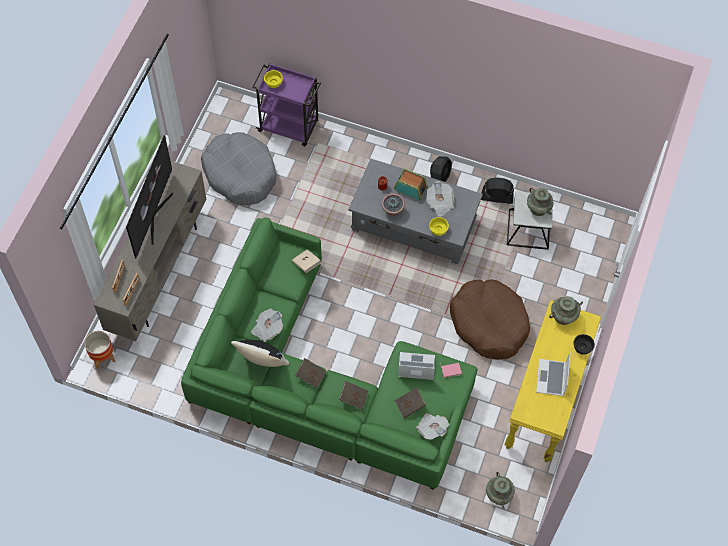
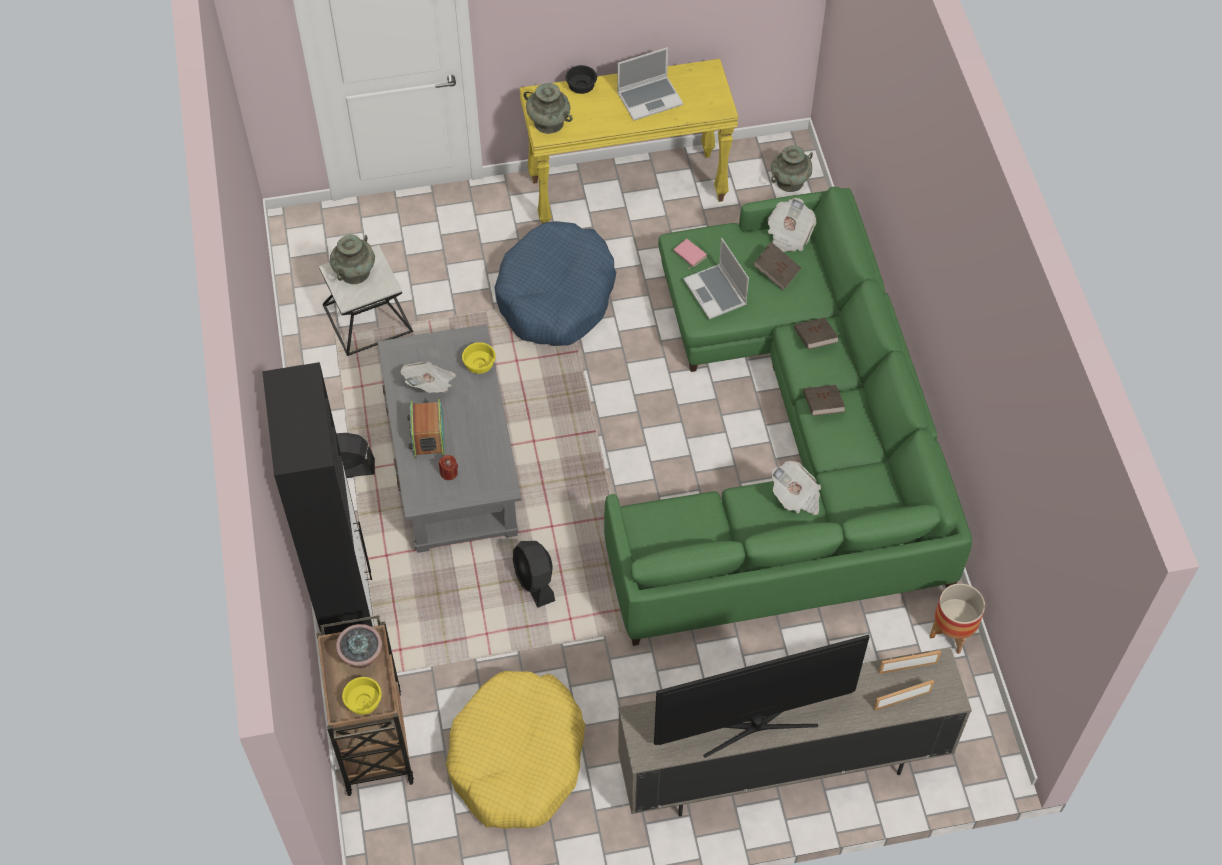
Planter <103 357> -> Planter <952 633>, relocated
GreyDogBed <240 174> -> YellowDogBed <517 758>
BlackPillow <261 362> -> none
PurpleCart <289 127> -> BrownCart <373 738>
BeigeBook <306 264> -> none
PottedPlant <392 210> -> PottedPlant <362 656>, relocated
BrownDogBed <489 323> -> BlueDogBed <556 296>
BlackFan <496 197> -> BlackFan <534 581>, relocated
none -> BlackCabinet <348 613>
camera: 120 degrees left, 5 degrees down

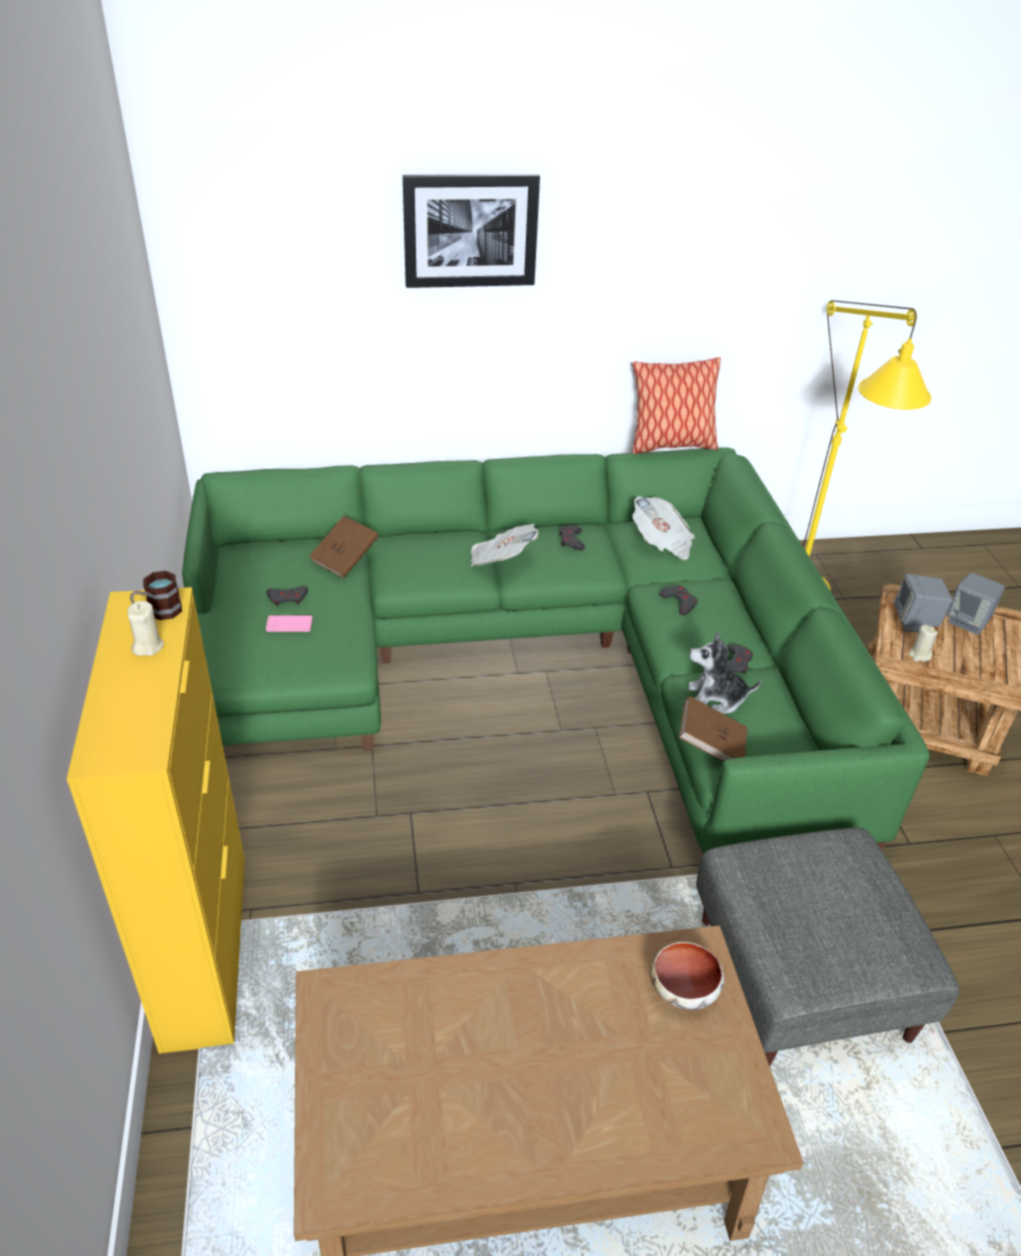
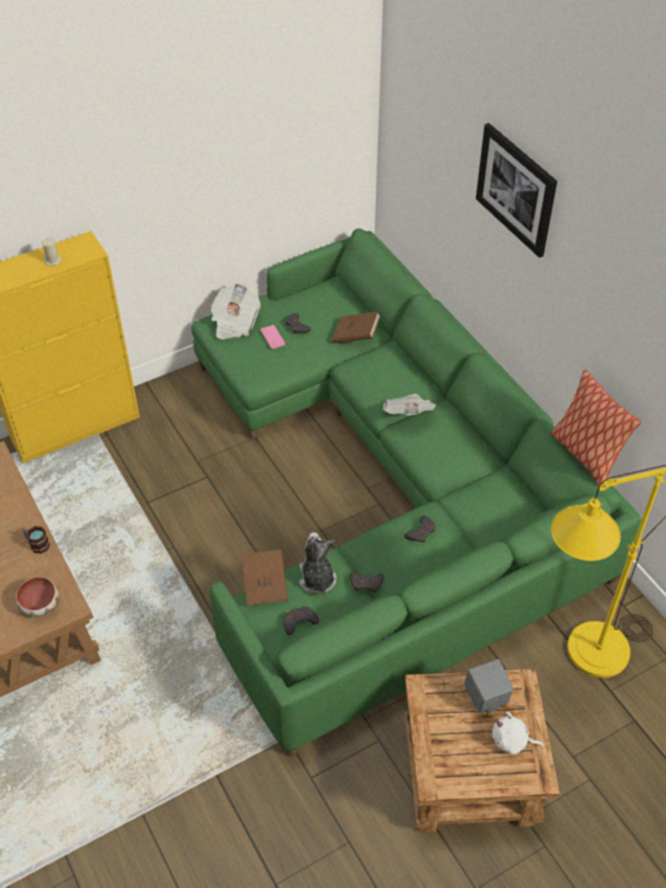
Mug <158 612> -> Mug <37 544>, relocated
GreyGameController <571 541> -> GreyGameController <299 622>, relocated
Newspaper <662 543> -> Newspaper <234 323>, relocated
GreyOttoman <803 978> -> none
BeigeCandle <919 655> -> none
GreySpeaker <968 622> -> WhitePlushToy <512 741>
camera: 70 degrees right, 10 degrees up

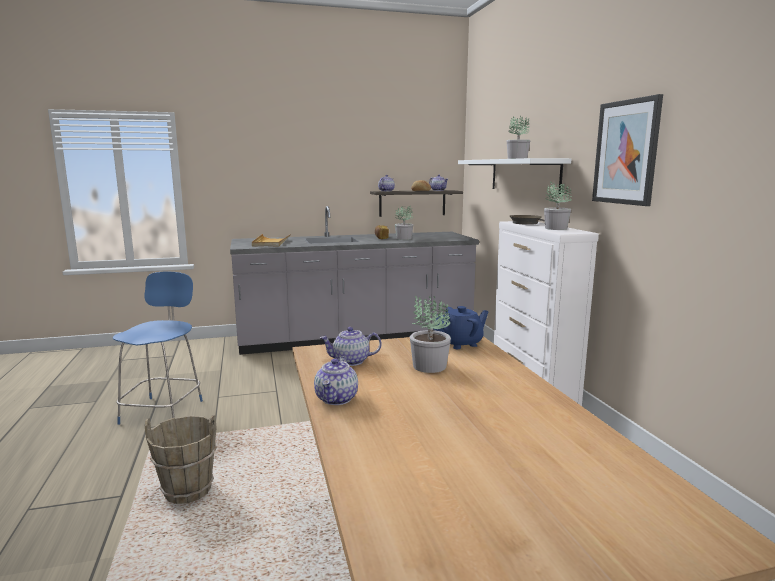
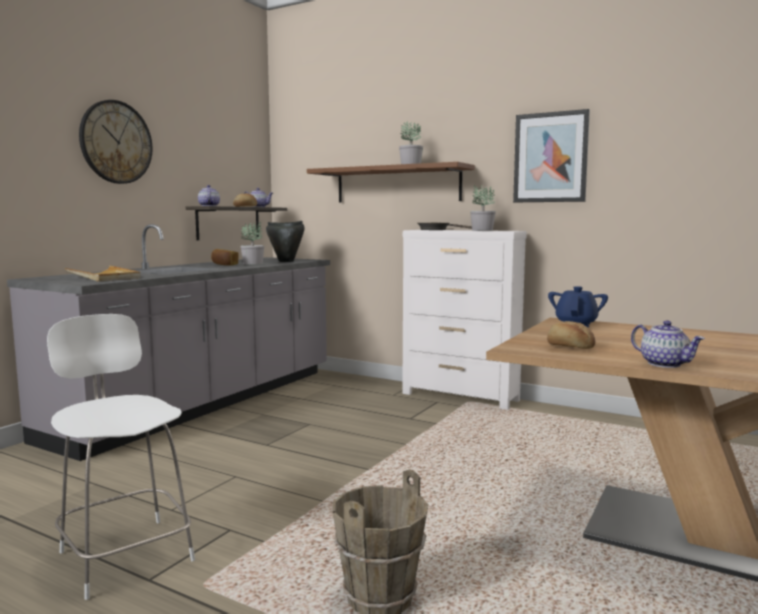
BlueChair <163 410> -> WhiteChair <125 553>
Teapot <350 361> -> Bread <569 347>
PottedPlant <429 366> -> none
WhiteShelf <524 175> -> BrownShelf <397 185>
none -> WallClock <116 142>
none -> BlackCookingPot <286 261>
camera: 45 degrees left, 5 degrees down

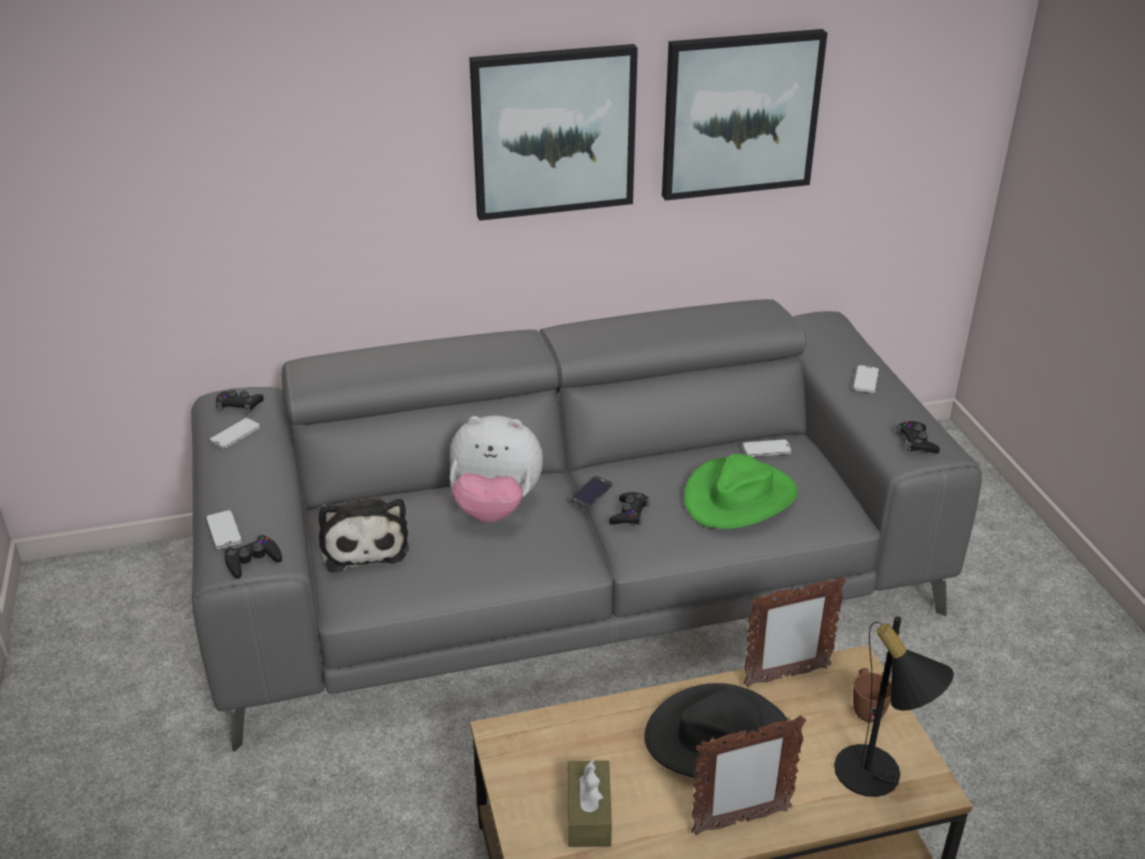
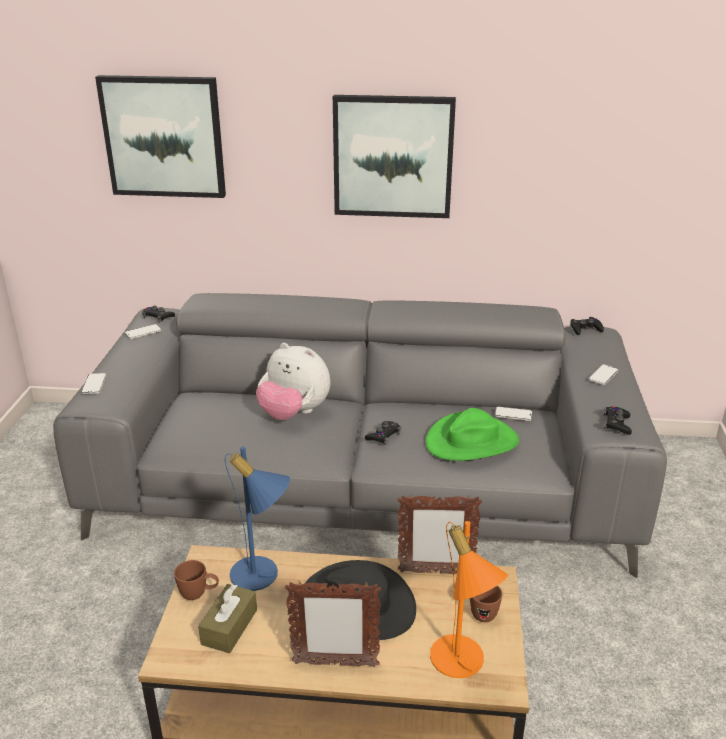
BlackGameController <252 561> -> BlackGameController <585 329>, relocated
PlushToy <364 544> -> none
Phone <591 492> -> none
Picture <740 114> -> Picture <164 137>, relocated
BlackTableLamp <877 779> -> OrangeTableLamp <461 664>
none -> BrownMug <199 594>
none -> BlueTableLamp <262 577>
camera: 20 degrees right, 5 degrees down

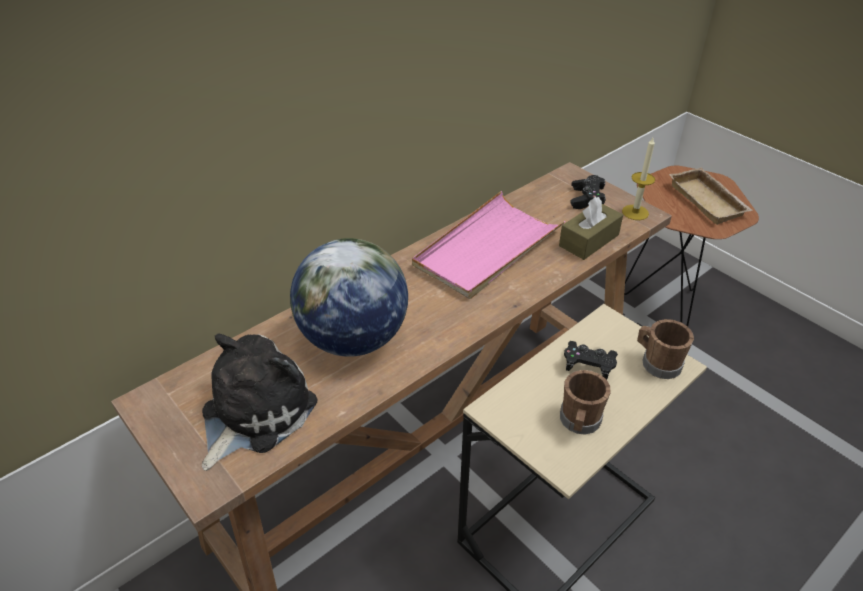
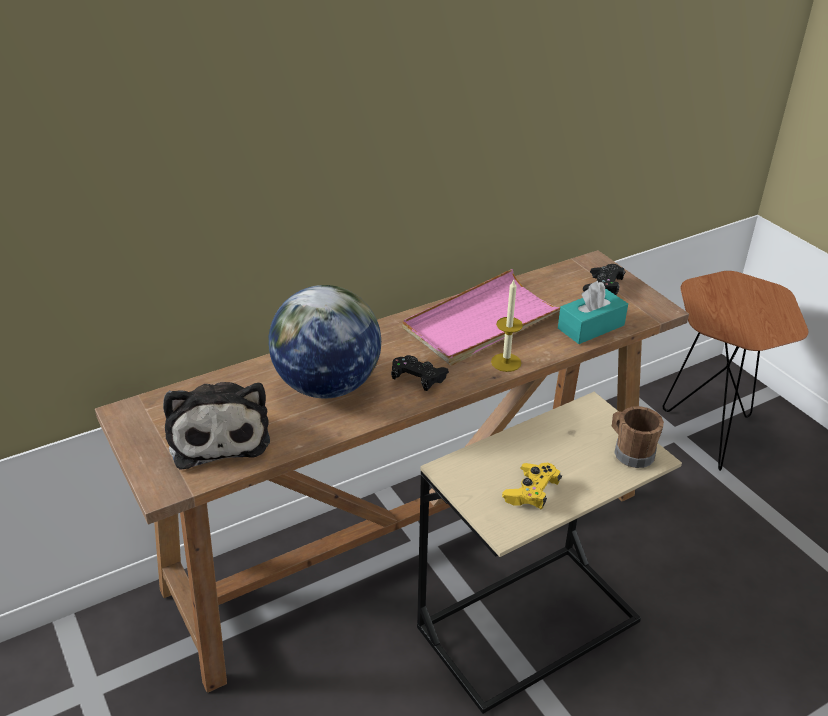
PlushToy <253 412> -> PlushToy <218 434>, 120 degrees clockwise
BrownTissueBox <589 240> -> TurquoiseTissueBox <591 327>
BrownMug <579 422> -> YellowGameController <531 493>
BlackGameController <588 366> -> BlackGameController <418 379>, relocated
Candle <635 212> -> Candle <506 362>, relocated
BeigeTray <709 201> -> none
camera: 10 degrees right, 5 degrees down

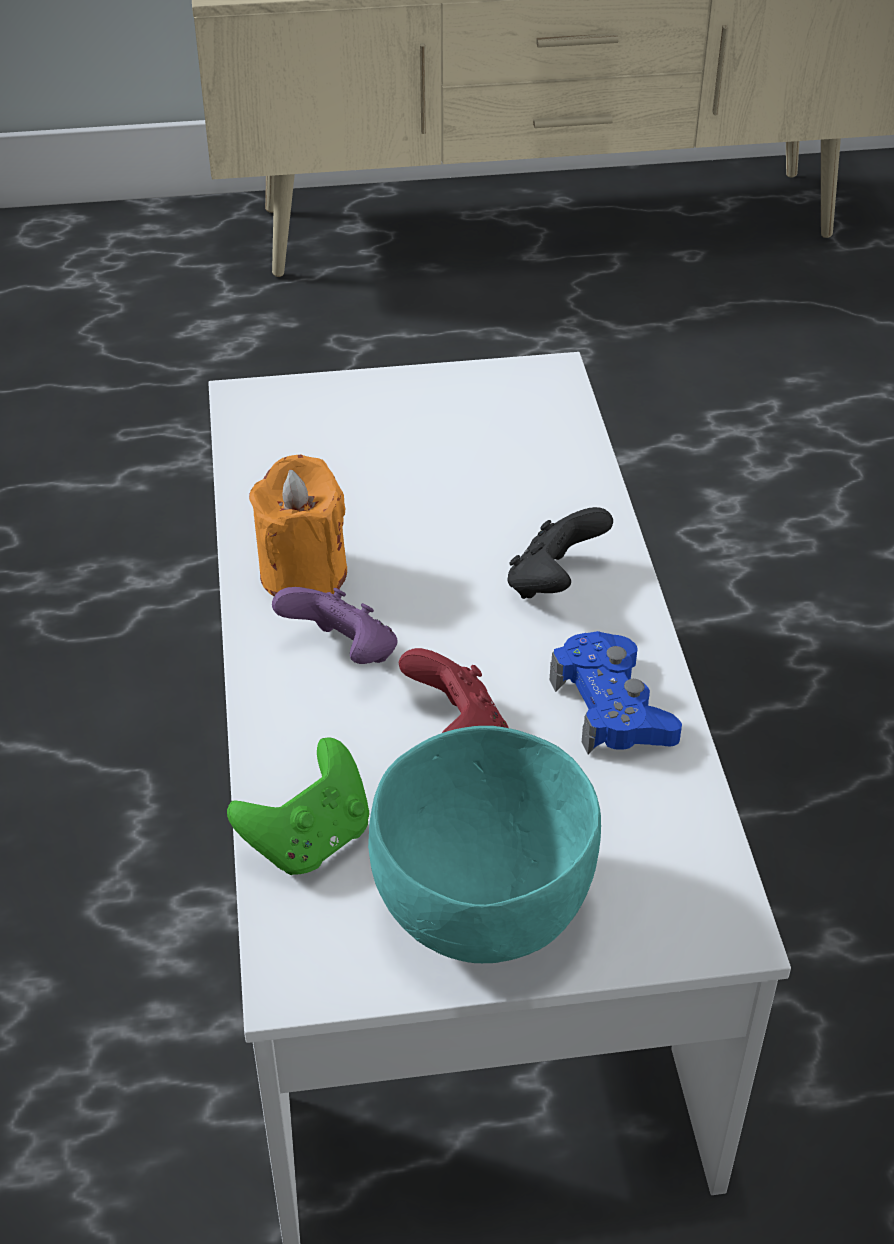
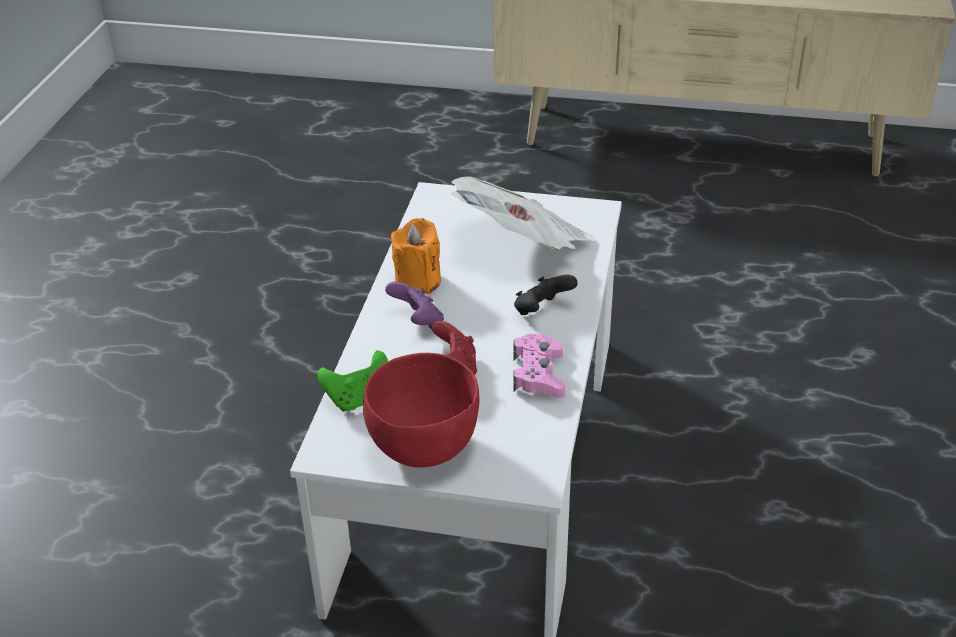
TurquoiseBowl <482 912> -> RedBowl <423 448>
BlueGameController <612 708> -> PinkGameController <538 374>
none -> Newspaper <523 245>
camera: 20 degrees right, 5 degrees down

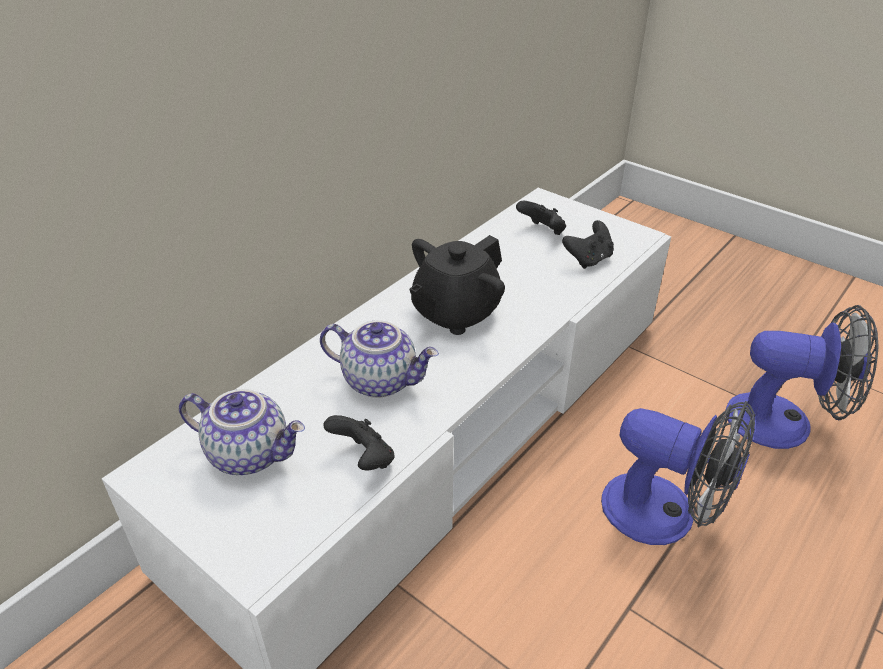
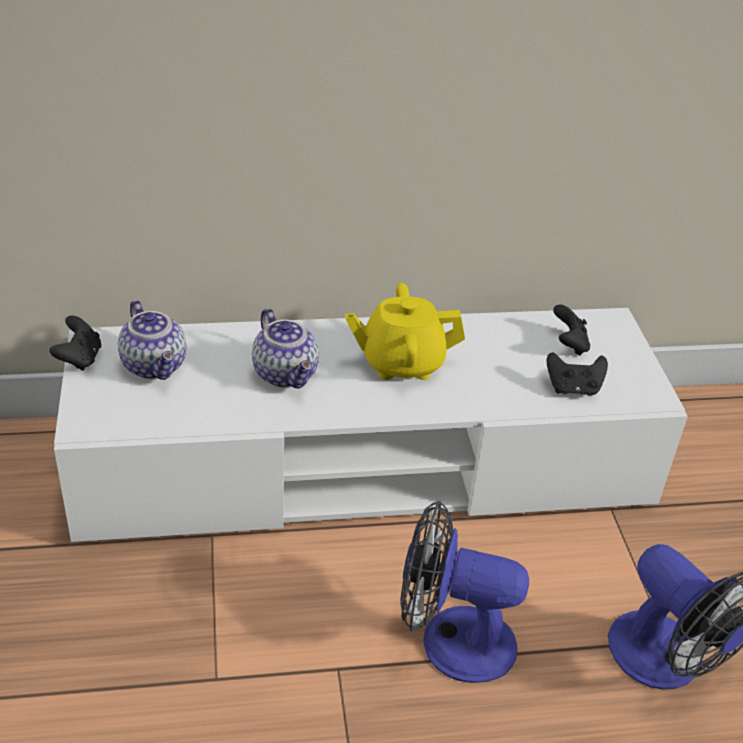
BlackGameController <364 459> -> BlackGameController <79 359>, relocated
BlackTeapot <455 313> -> YellowTeapot <401 363>
Fan <664 515> -> Fan <451 640>, 120 degrees clockwise
camera: 40 degrees right, 0 degrees up

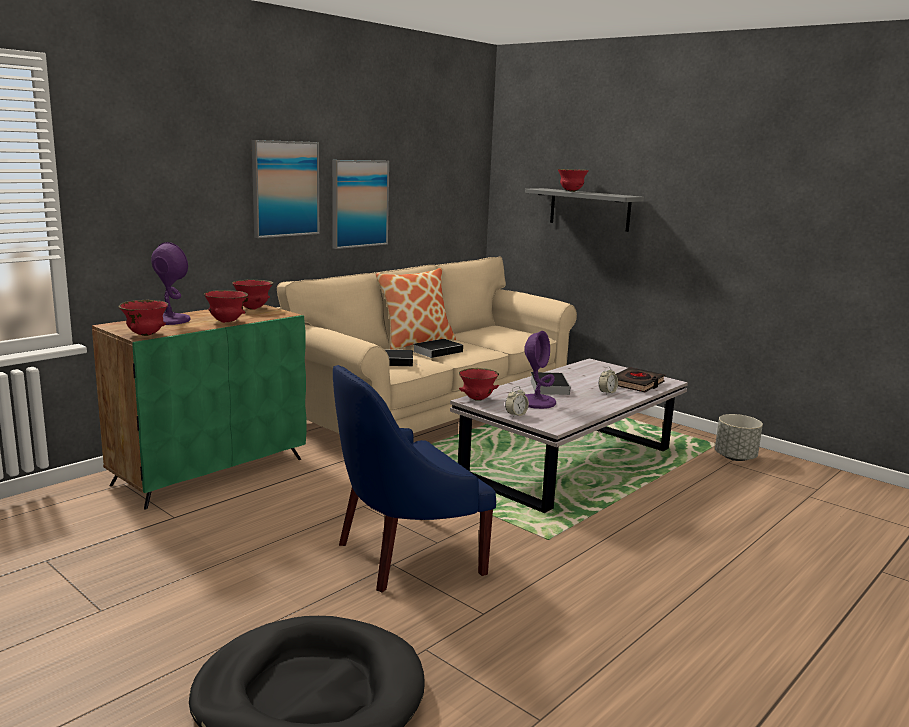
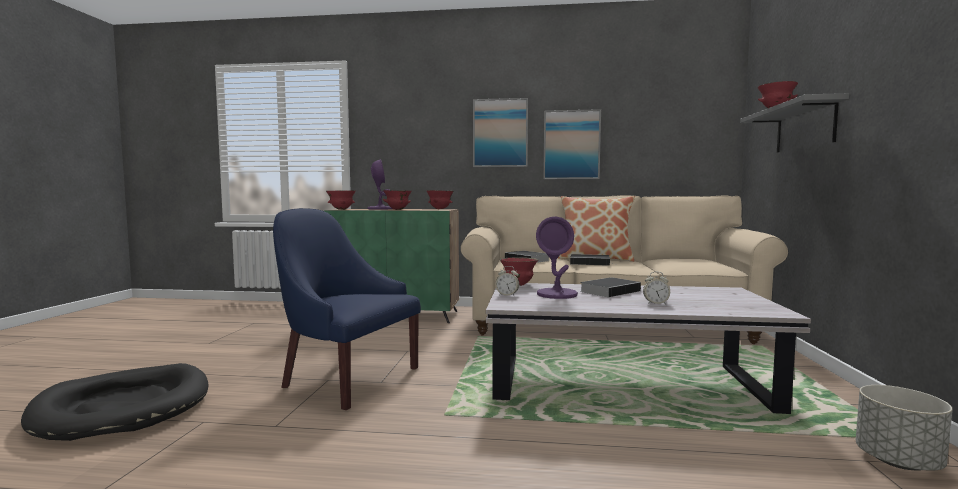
BlackBook <636 384> -> none
camera: 55 degrees right, 10 degrees down

